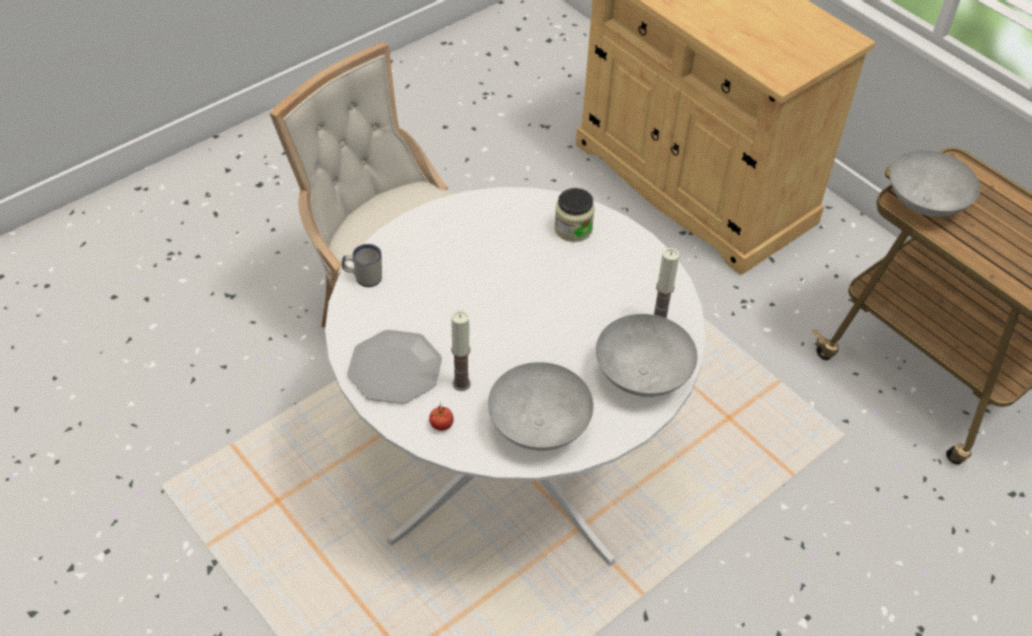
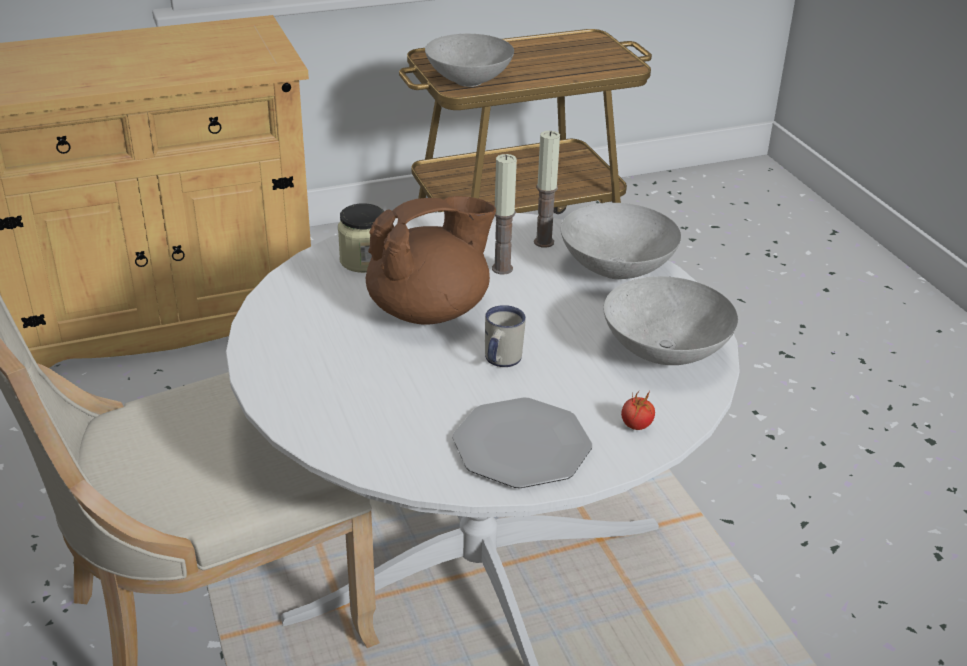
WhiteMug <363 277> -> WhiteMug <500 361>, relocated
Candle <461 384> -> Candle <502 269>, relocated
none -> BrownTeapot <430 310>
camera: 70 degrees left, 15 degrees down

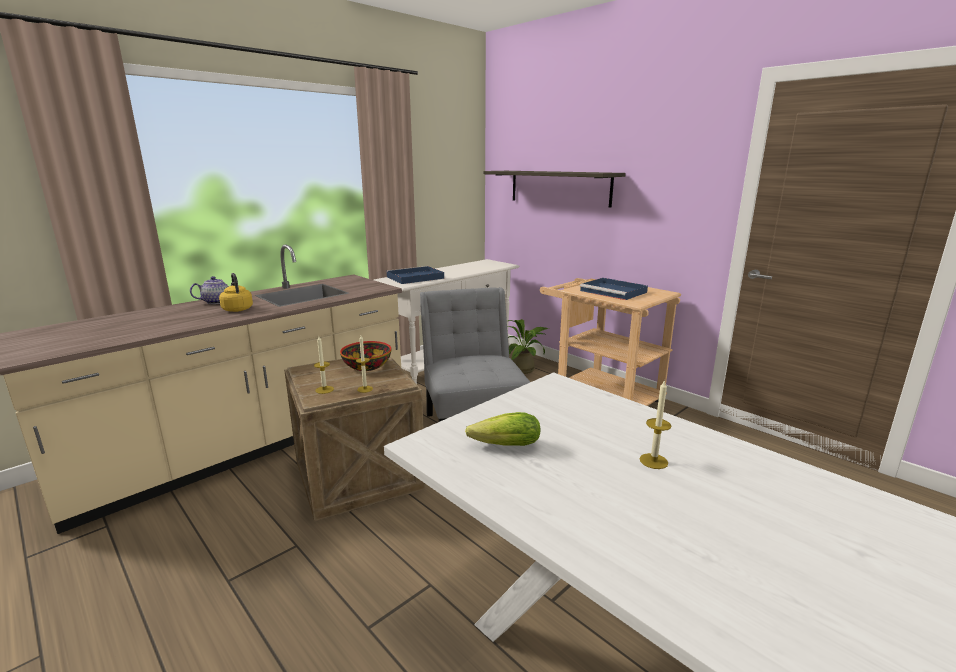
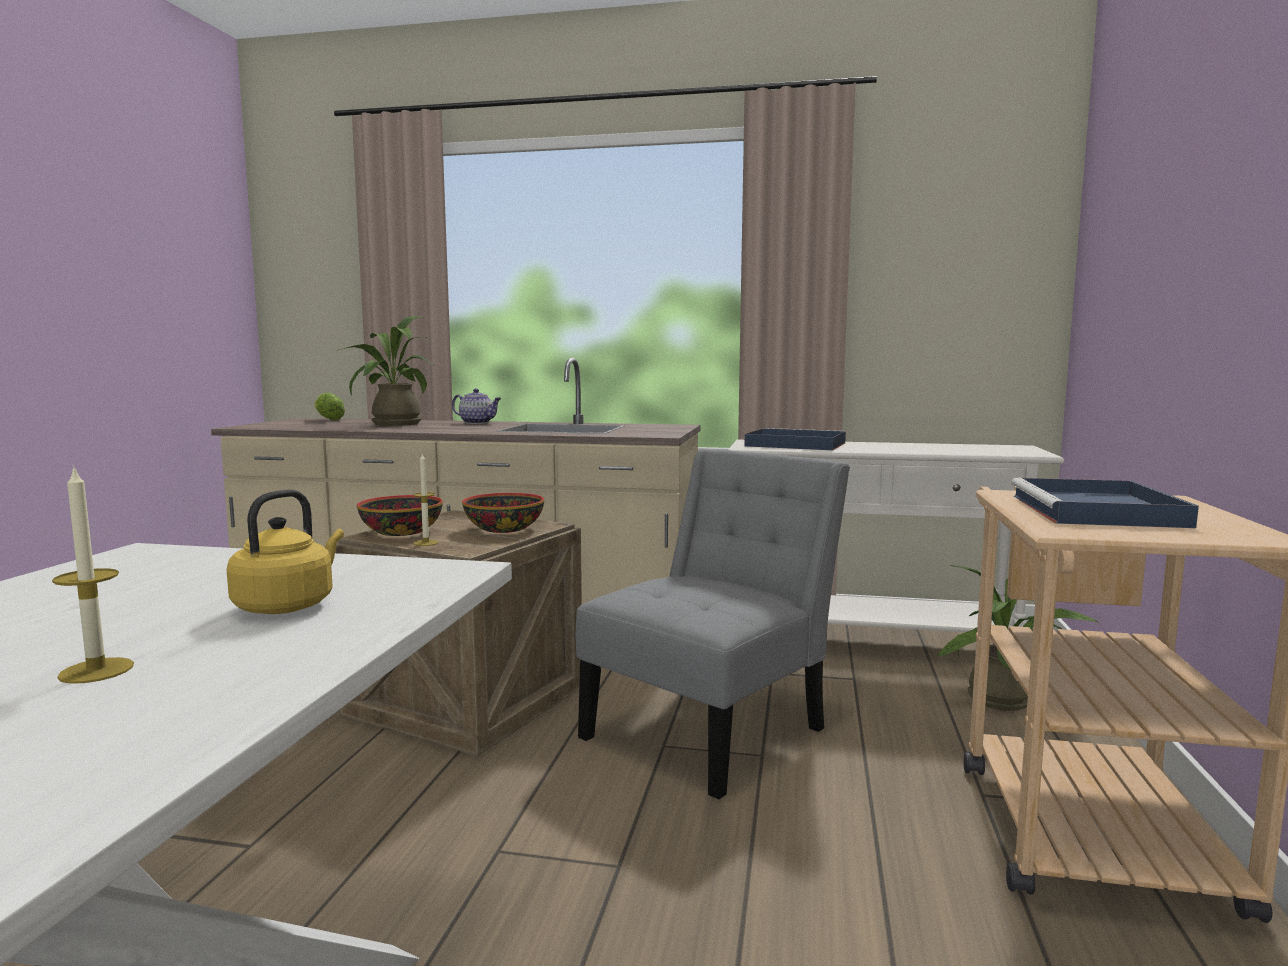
YellowKettle <237 309> -> YellowKettle <288 605>, relocated
Candle <324 390> -> Bowl <402 532>
Lettuce <502 446> -> Lettuce <327 419>, relocated
Shelf <559 187> -> none
none -> PottedPlant <390 424>
camera: 55 degrees right, 10 degrees down

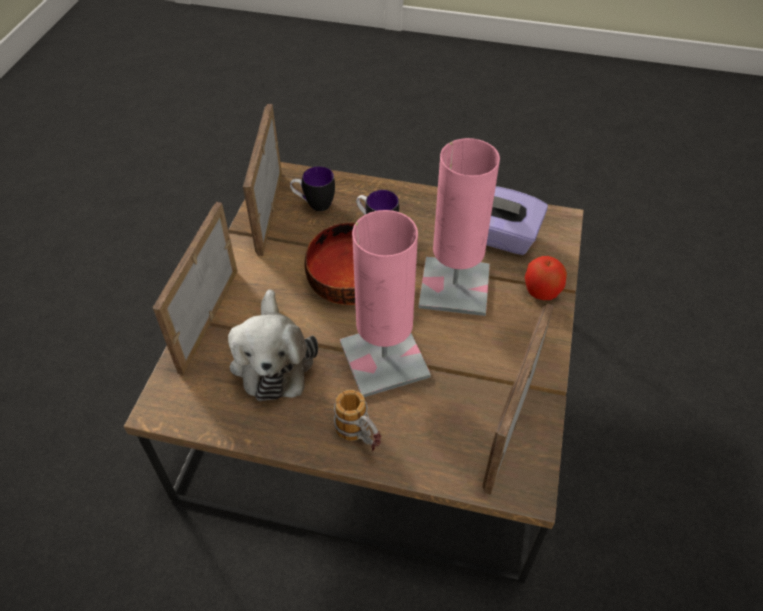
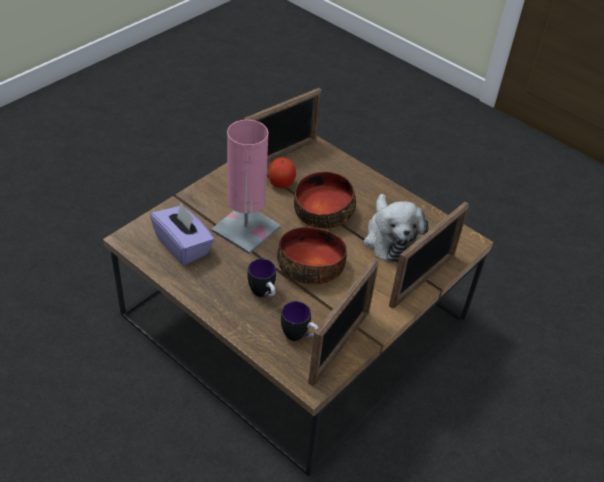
PlushToy <273 359> -> PlushToy <390 238>, 150 degrees clockwise
Mug <360 438> -> none
PinkTableLamp <384 359> -> Bowl <323 210>
Apple <541 292> -> Apple <281 183>, relocated
camera: 155 degrees left, 5 degrees down

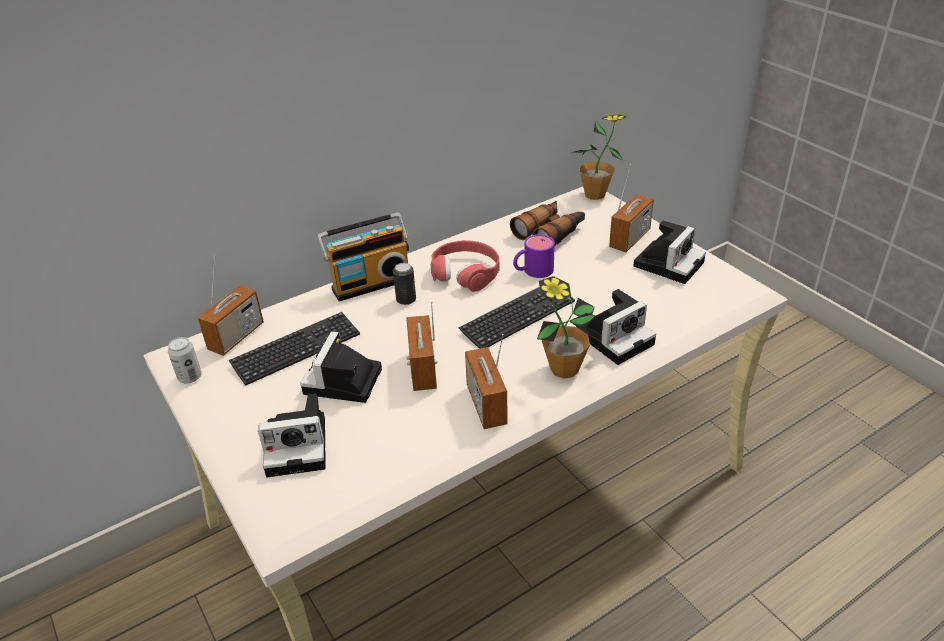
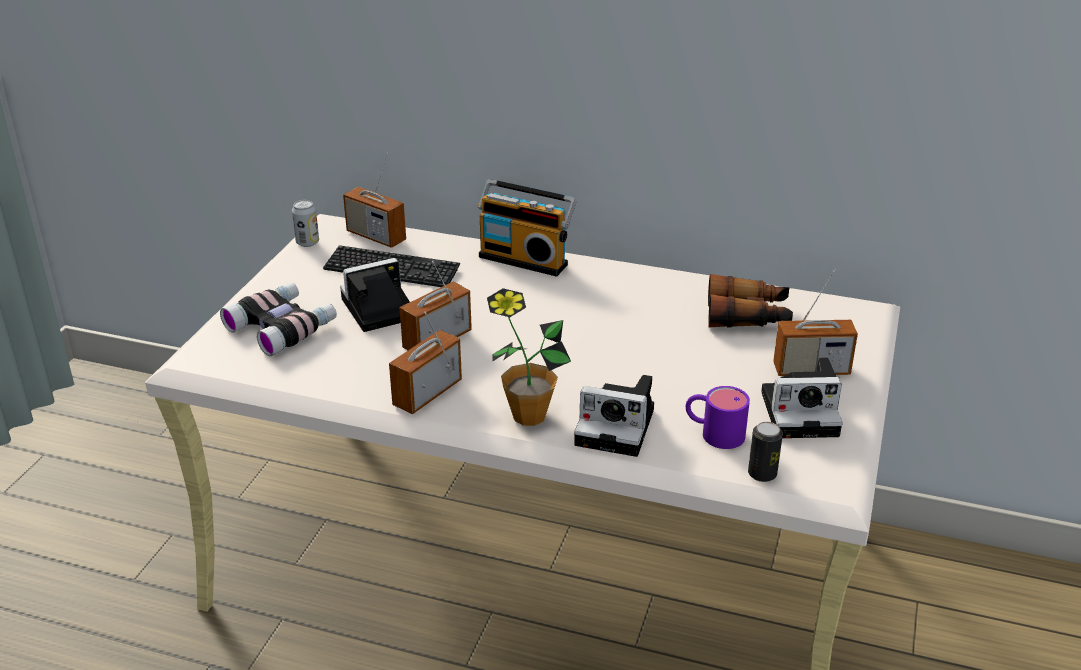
Radio <236 337> -> Radio <376 236>, 45 degrees clockwise
PhotoCamera <300 445> -> Binoculars <283 326>
Can <406 299> -> Can <762 474>, relocated
RedHeadphones <465 273> -> none
Keyboard <518 317> -> none
PurpleMug <532 271> -> PurpleMug <713 433>, relocated
PottedPlant <595 194> -> none
camera: 50 degrees right, 5 degrees down

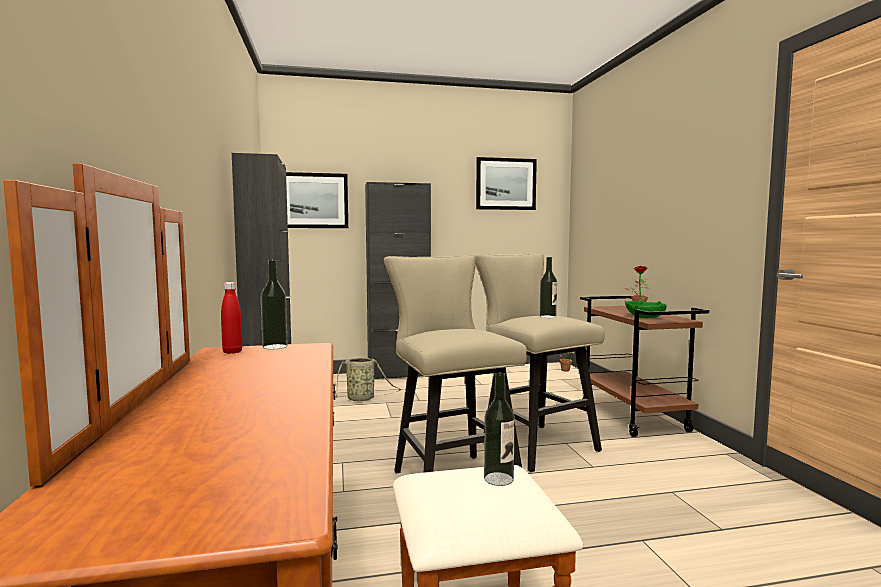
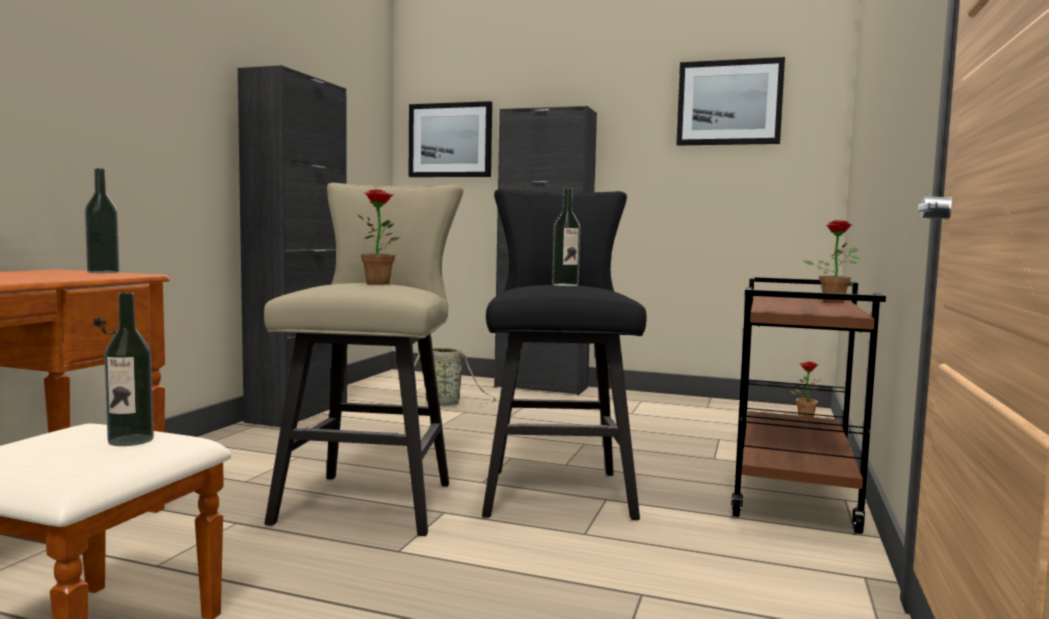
RedBottle <232 352> -> none
BeigeStool <533 443> -> BlackStool <556 489>
GreenBowl <645 317> -> none
none -> PottedPlant <381 284>
camera: 30 degrees right, 0 degrees up

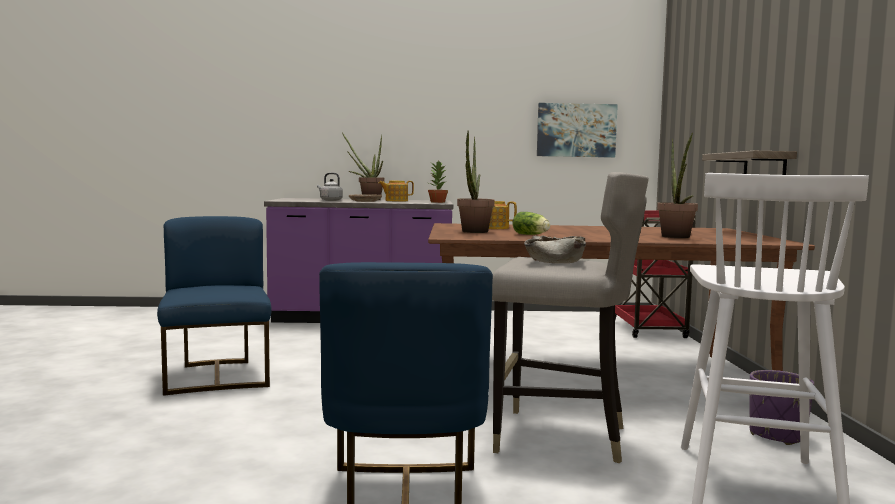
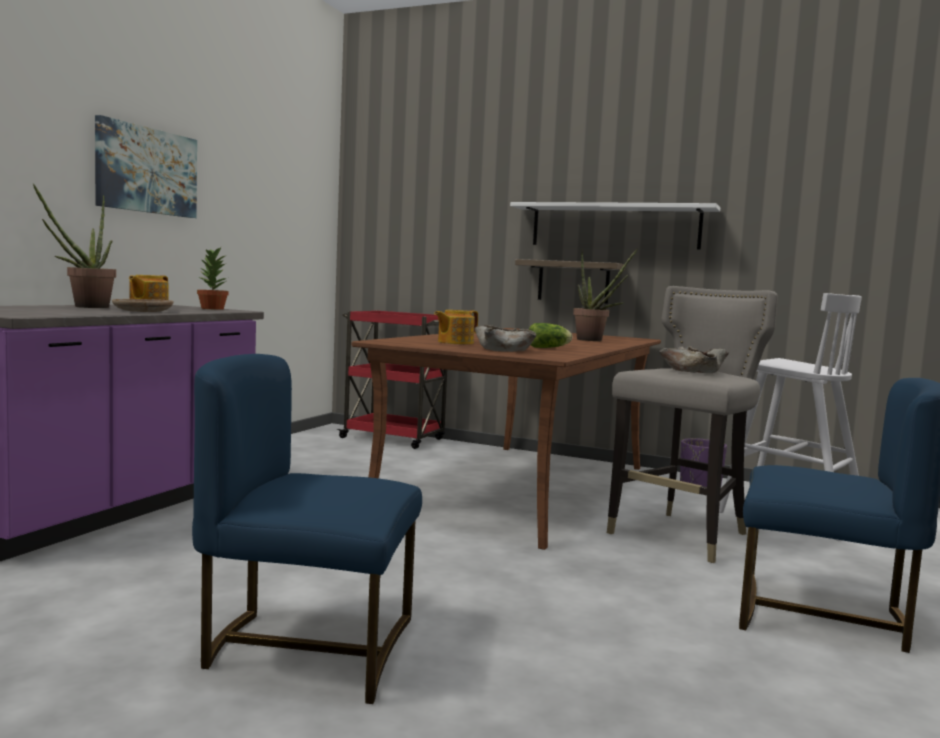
GreyKettle <330 200> -> none
PottedPlant <473 232> -> BeigeBowl <505 349>
Picture <576 130> -> Picture <146 170>, relocated
none -> WhiteShelf <614 226>
camera: 65 degrees left, 0 degrees up

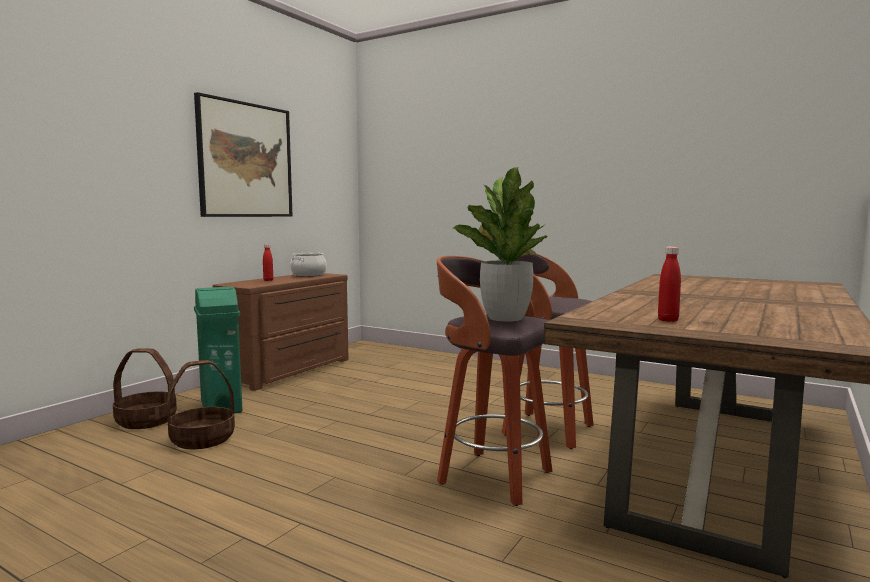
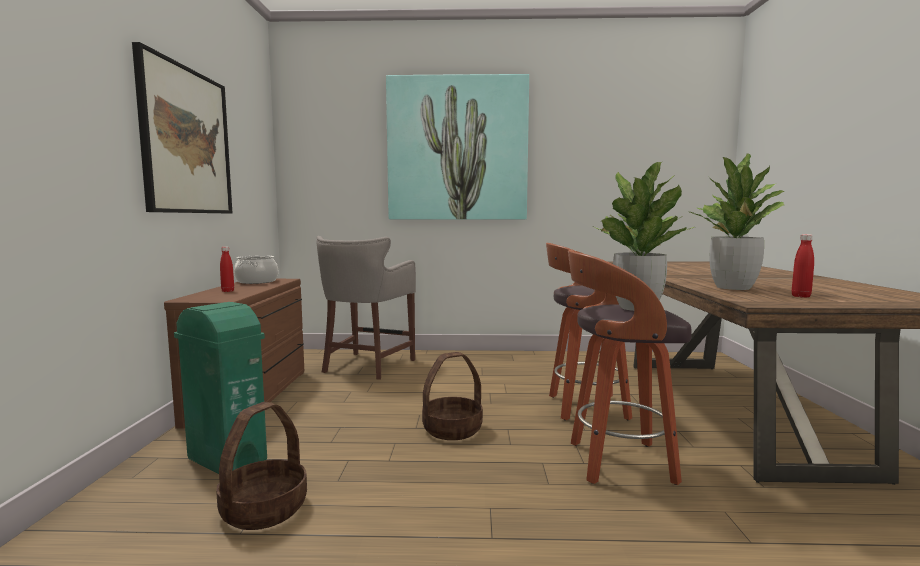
Basket <147 420> -> Basket <452 429>, relocated
none -> GreyStool <366 366>
none -> Picture <457 149>
none -> PottedPlant <733 287>
camera: 30 degrees left, 0 degrees up

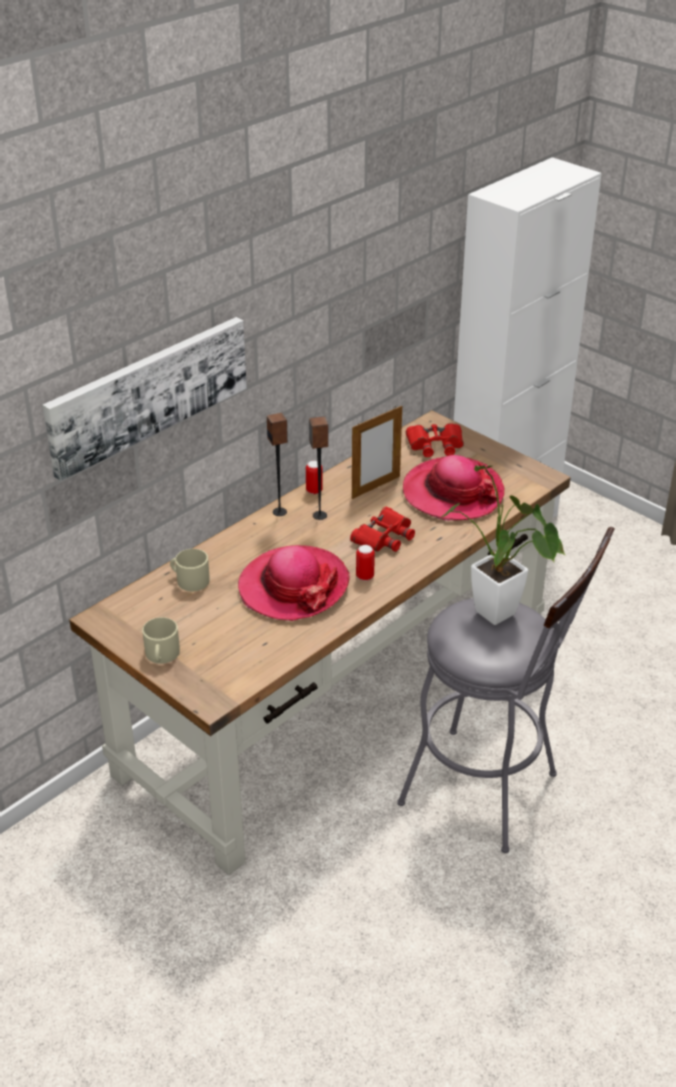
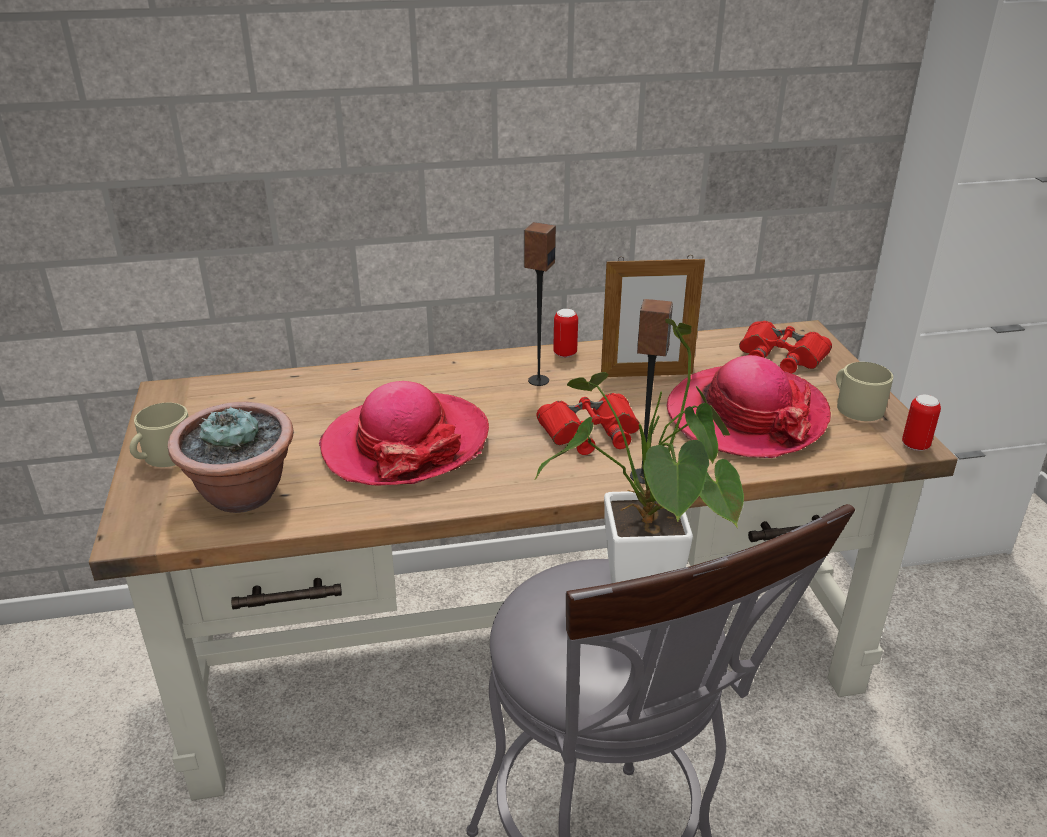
Picture <147 393> -> none
BeigeMug <189 580> -> BeigeMug <855 406>, relocated
Speaker <280 512> -> Speaker <642 476>, relocated
Can <365 576> -> Can <915 445>, relocated
none -> PottedPlant <243 495>
camera: 35 degrees right, 5 degrees down

